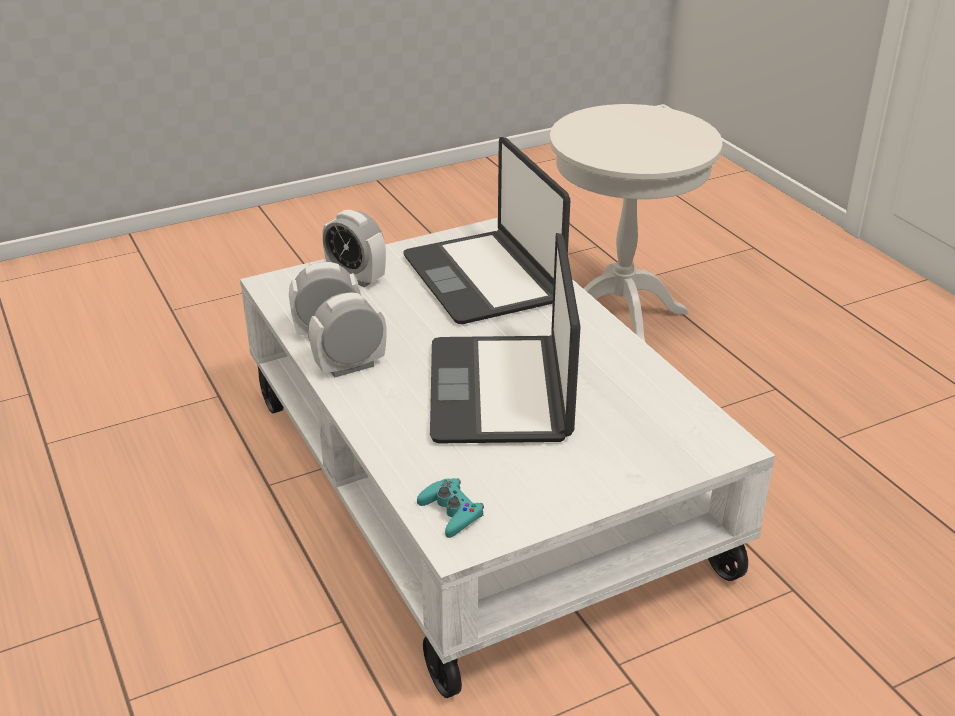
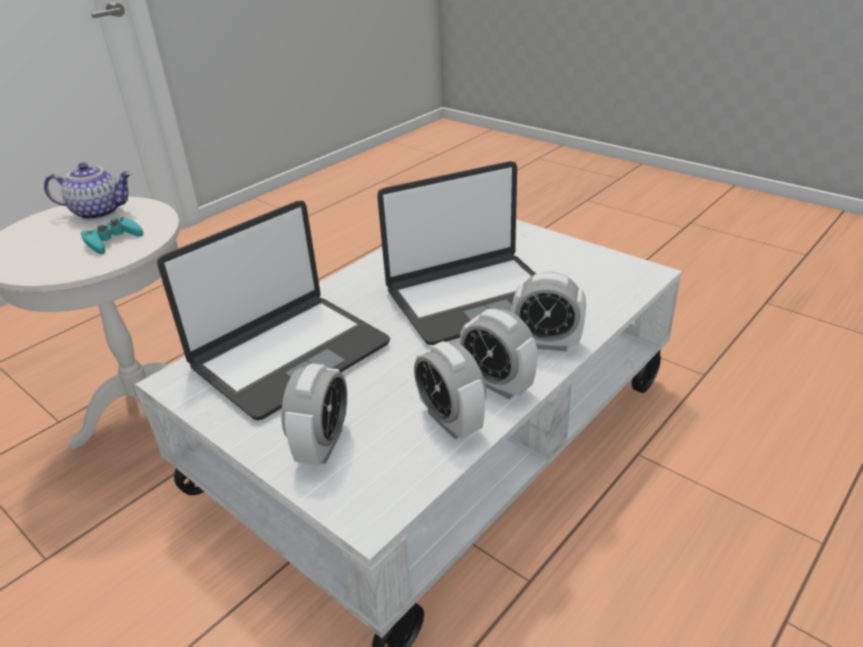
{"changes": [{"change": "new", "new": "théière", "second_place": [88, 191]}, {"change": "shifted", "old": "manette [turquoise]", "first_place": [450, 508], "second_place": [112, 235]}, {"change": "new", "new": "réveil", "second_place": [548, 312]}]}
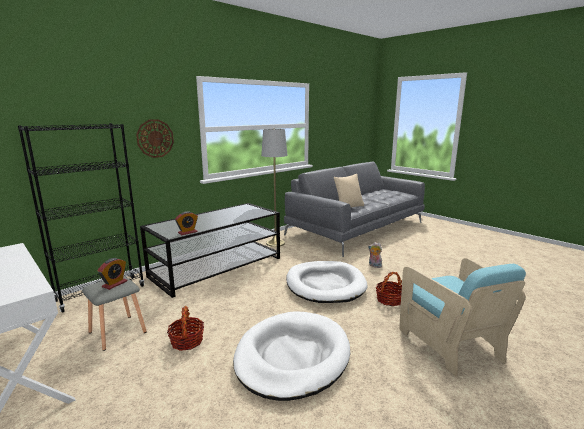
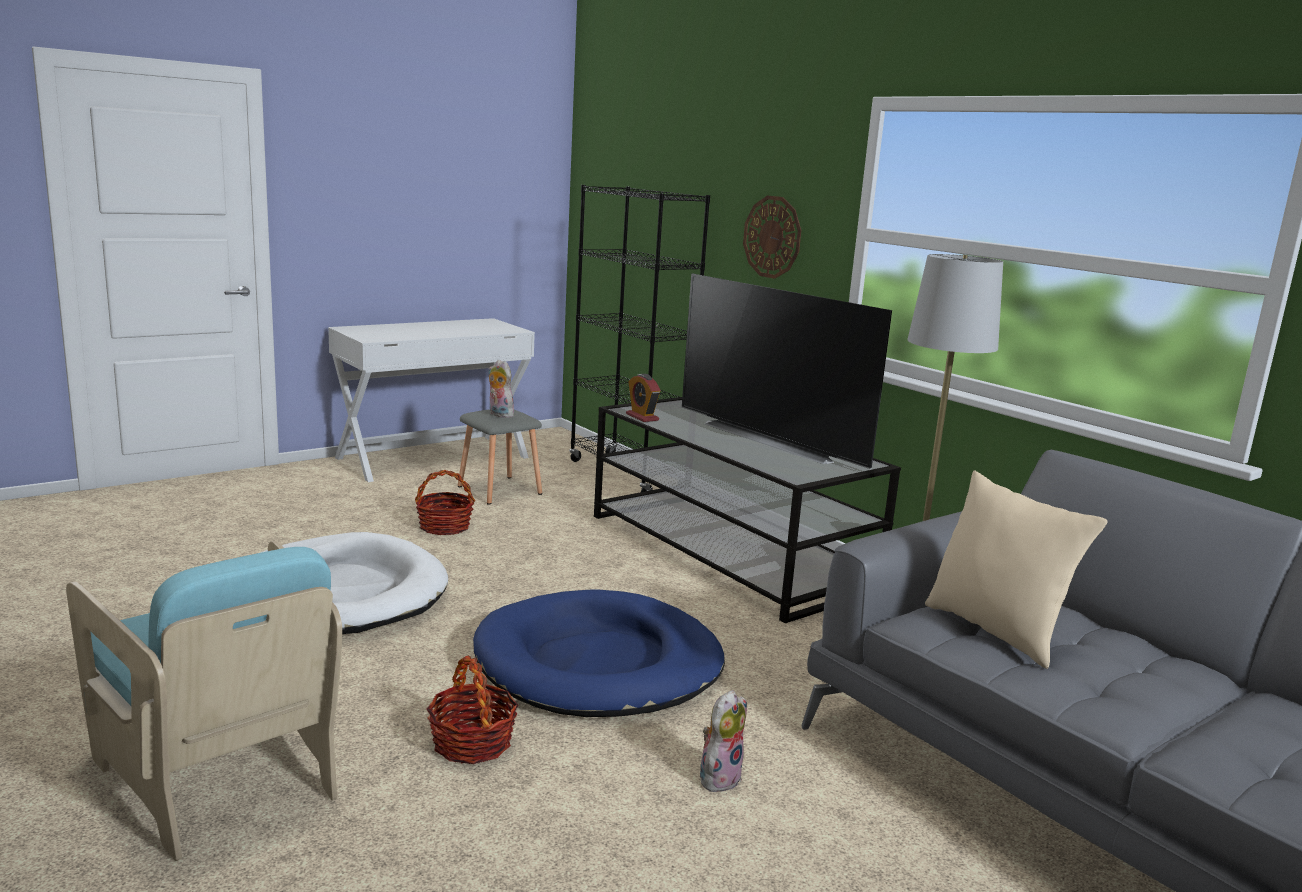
{"changes": [{"change": "rotated", "old": "fauteuil [turquoise]", "first_place": [462, 317], "second_place": [204, 701], "degrees": -120}, {"change": "repainted", "old": "panier pour chien [blanc]", "new": "panier pour chien [bleu]", "first_place": [327, 282], "second_place": [599, 653]}, {"change": "swapped", "old": "réveil", "new": "peluche", "first_place": [112, 274], "second_place": [501, 389]}, {"change": "new", "new": "téléviseur", "second_place": [787, 371]}]}
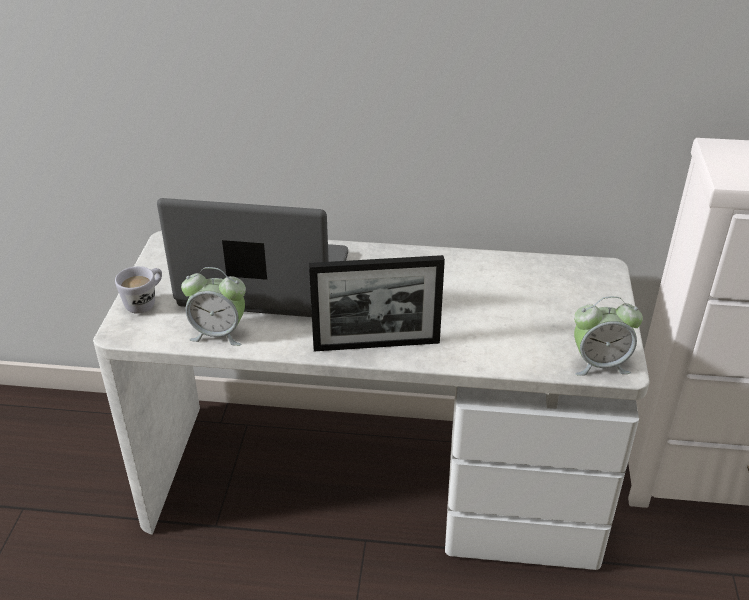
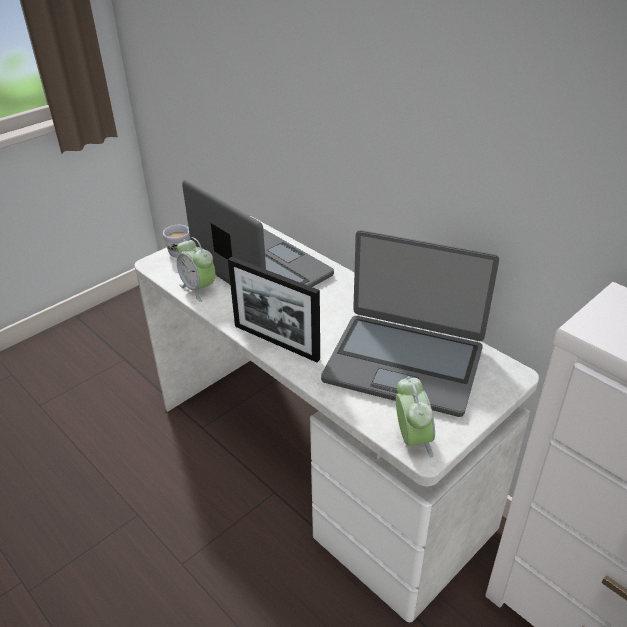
{"changes": [{"change": "new", "new": "ordinateur portable", "second_place": [410, 323]}, {"change": "rotated", "old": "réveil", "first_place": [608, 336], "second_place": [415, 417], "degrees": -135}]}
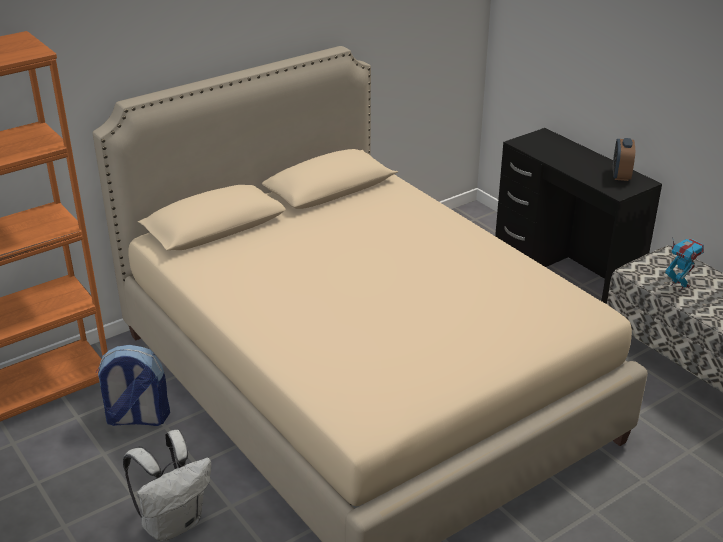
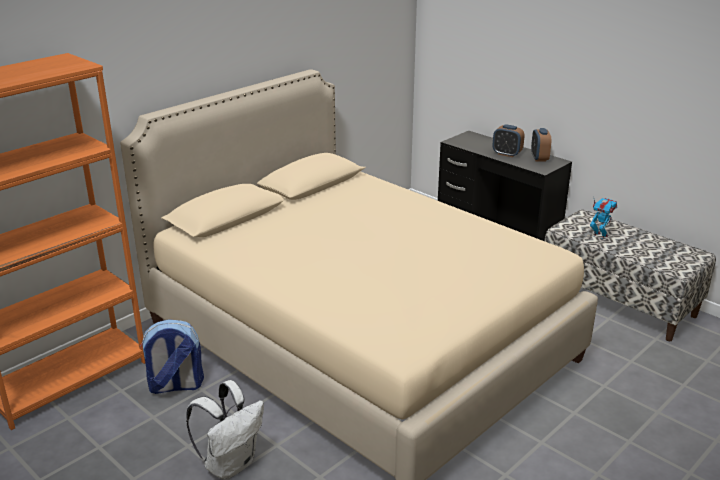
{"changes": [{"change": "new", "new": "réveil", "second_place": [509, 140]}]}
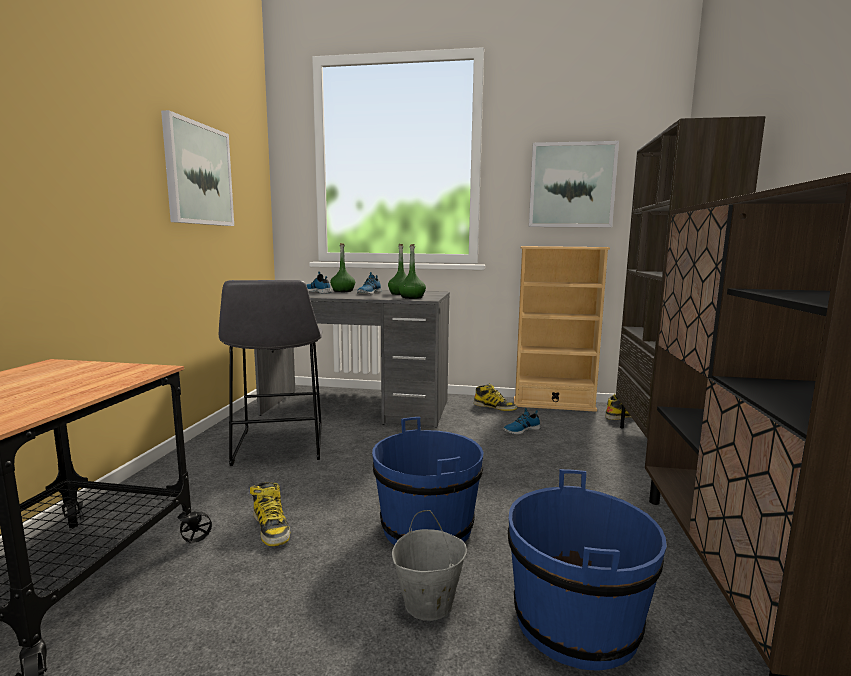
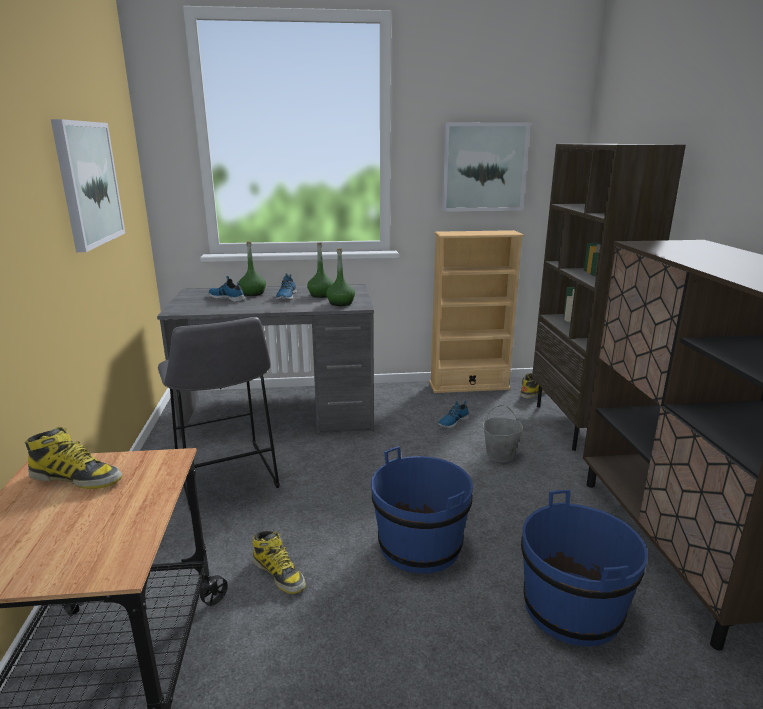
{"changes": [{"change": "shifted", "old": "botte", "first_place": [495, 397], "second_place": [73, 458]}, {"change": "shifted", "old": "seau [gris]", "first_place": [429, 565], "second_place": [503, 433]}]}
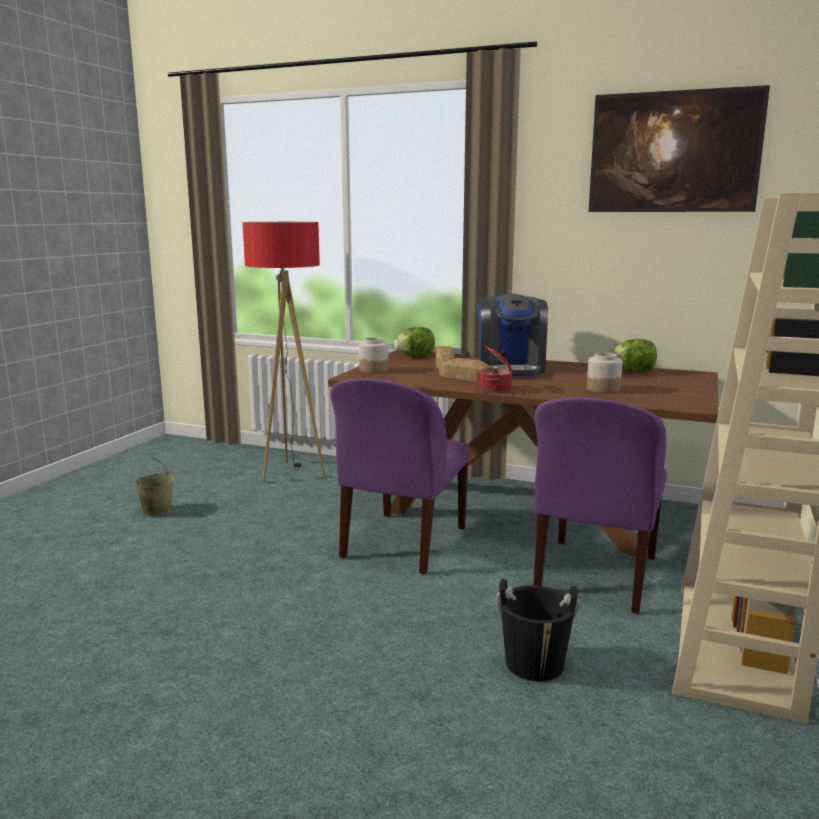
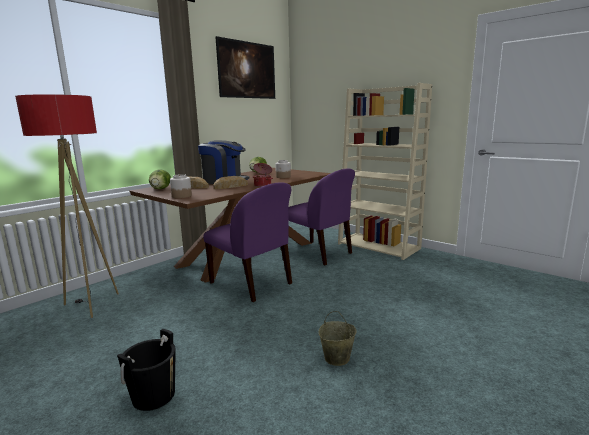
{"changes": [{"change": "shifted", "old": "seau [noir]", "first_place": [538, 630], "second_place": [146, 370]}, {"change": "shifted", "old": "seau [beige]", "first_place": [154, 487], "second_place": [338, 338]}]}
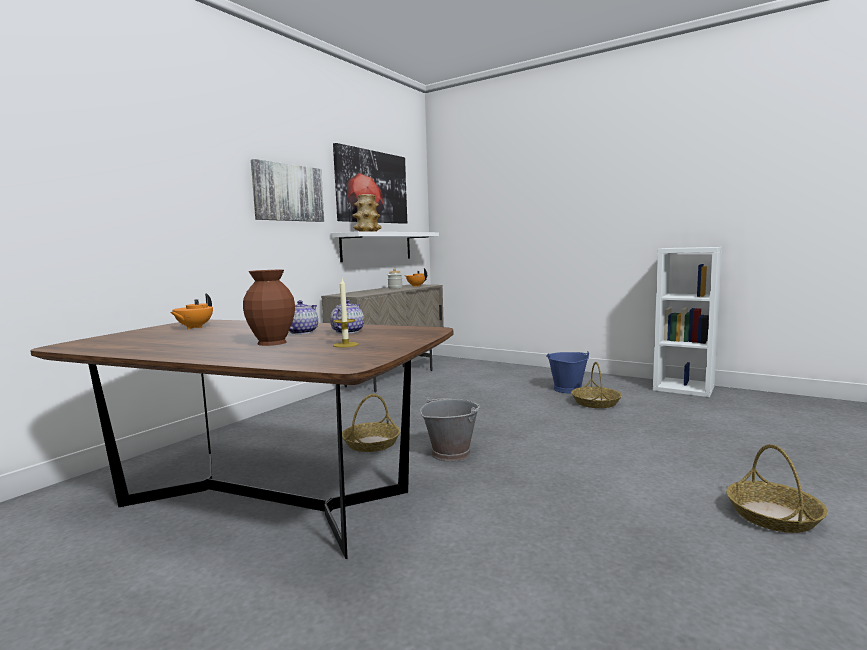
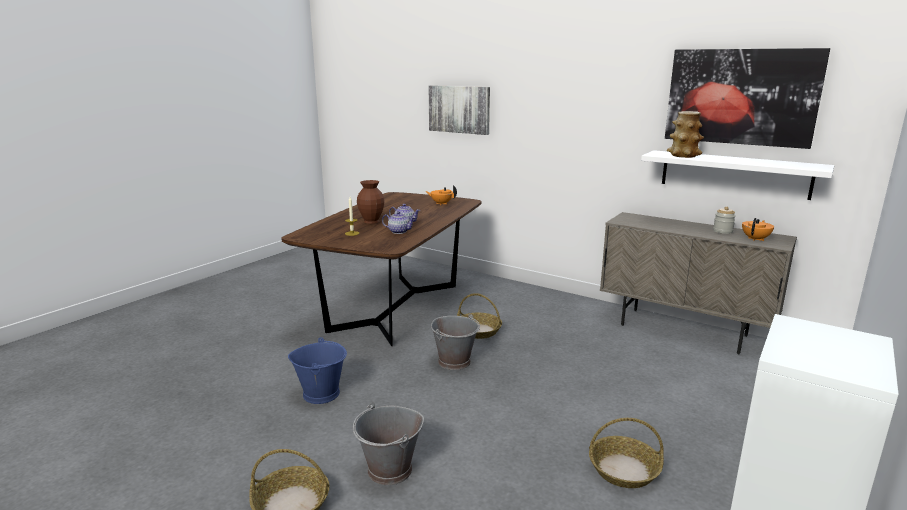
{"changes": [{"change": "shifted", "old": "seau [bleu]", "first_place": [567, 372], "second_place": [317, 370]}, {"change": "new", "new": "seau [gris]", "second_place": [388, 443]}, {"change": "shifted", "old": "tableau", "first_place": [287, 190], "second_place": [459, 110]}]}
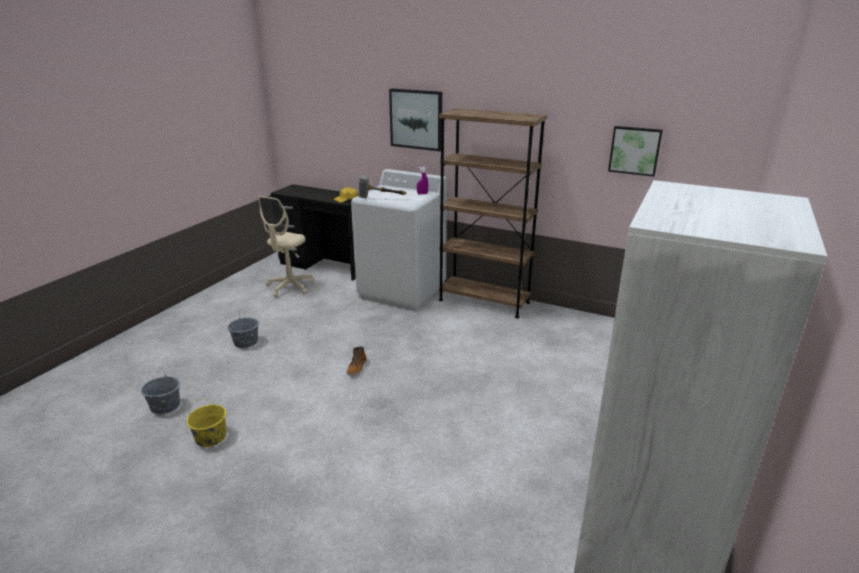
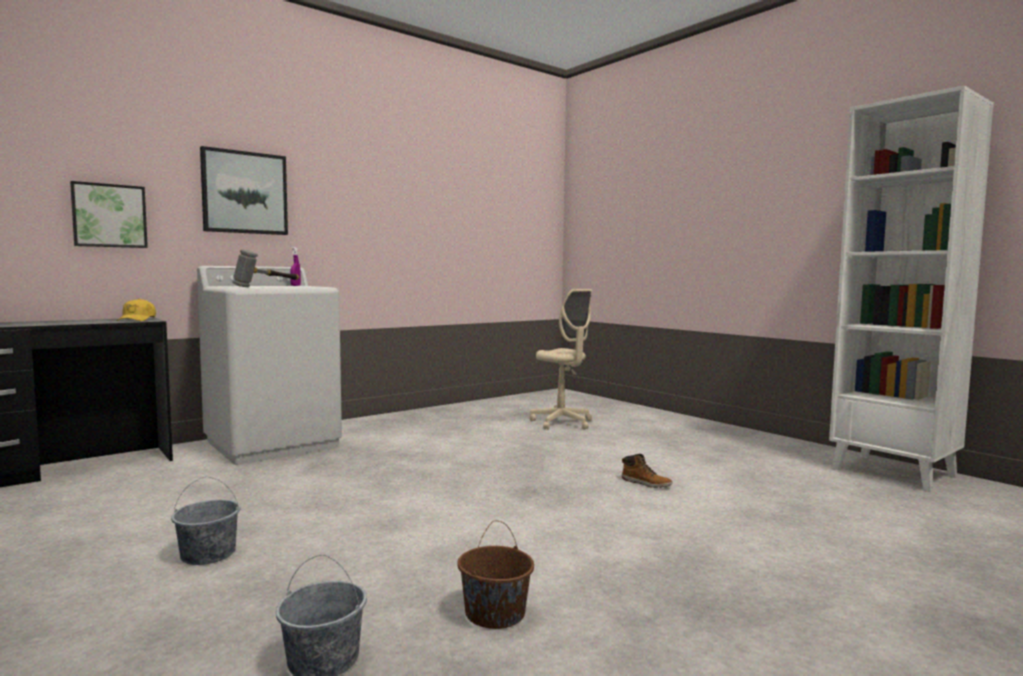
{"changes": [{"change": "shifted", "old": "tableau", "first_place": [635, 151], "second_place": [109, 214]}, {"change": "repainted", "old": "seau [jaune]", "new": "seau [marron]", "first_place": [206, 422], "second_place": [495, 574]}, {"change": "shifted", "old": "chaise de bureau [beige]", "first_place": [286, 246], "second_place": [560, 359]}, {"change": "shifted", "old": "botte", "first_place": [357, 360], "second_place": [647, 471]}, {"change": "gone", "old": "bibliothèque [marron]", "first_place": [493, 213]}]}
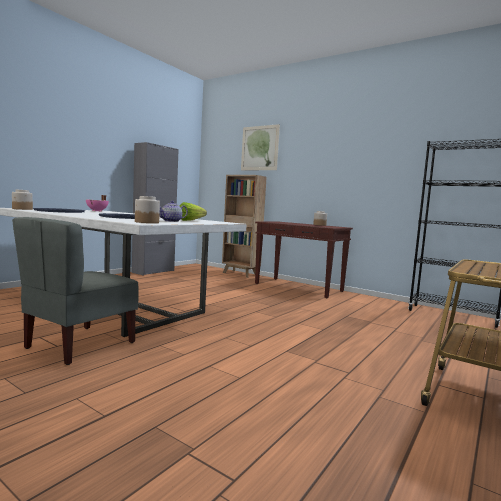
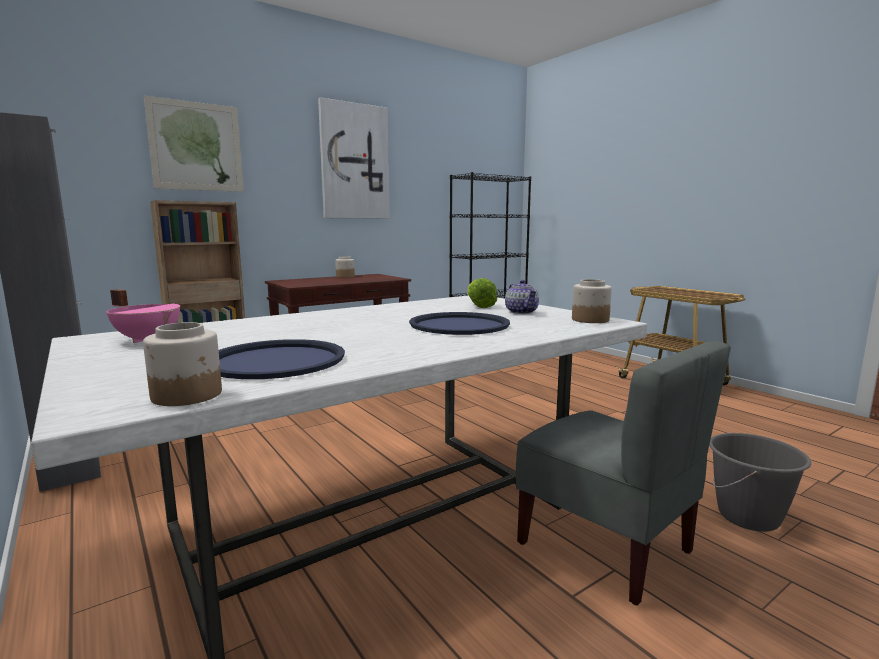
{"changes": [{"change": "new", "new": "tableau", "second_place": [354, 158]}, {"change": "new", "new": "seau [gris]", "second_place": [760, 482]}]}
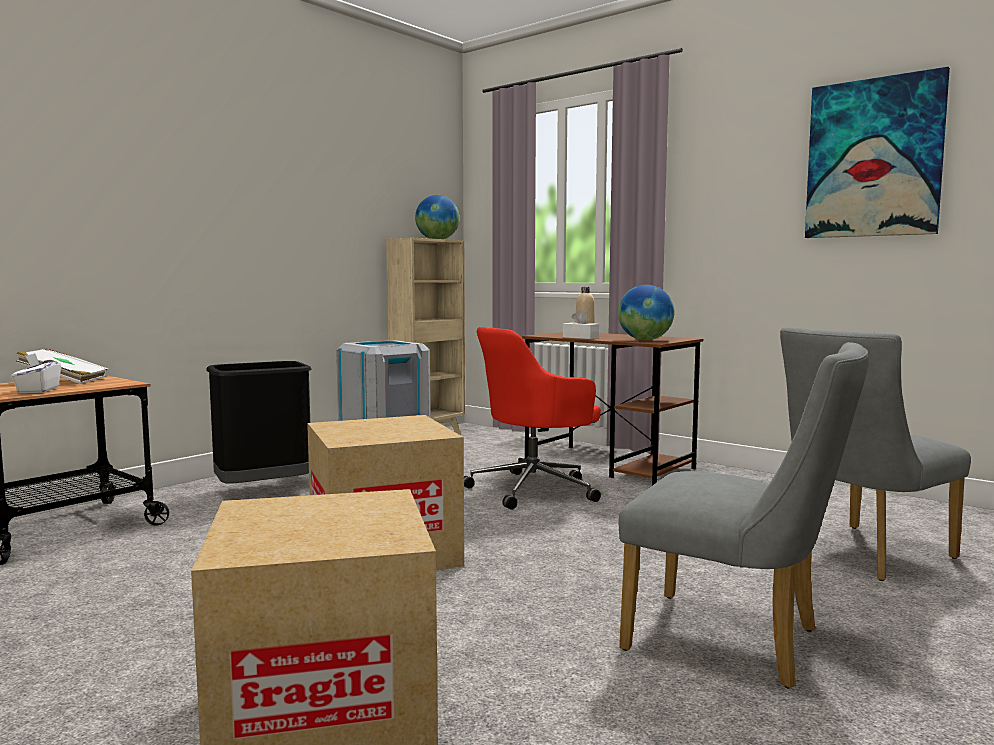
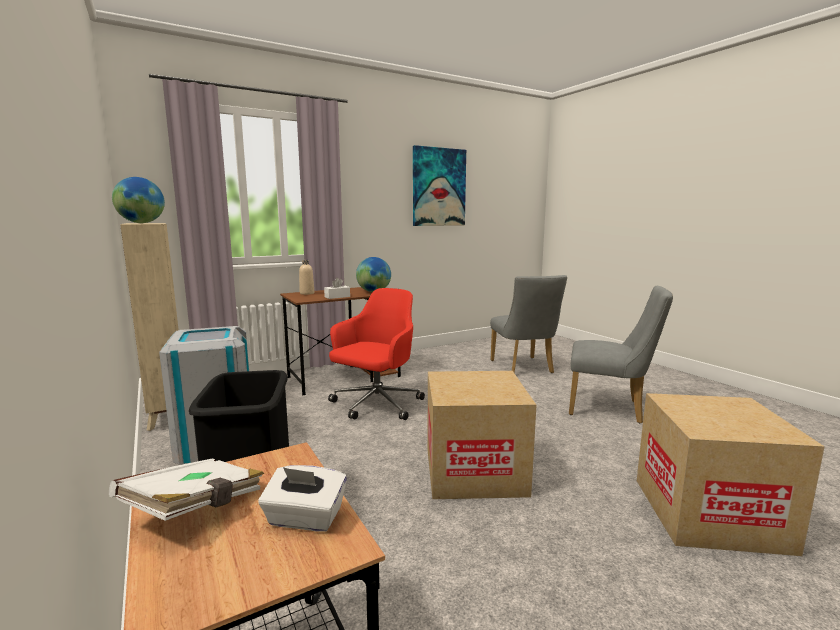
{"changes": [{"change": "rotated", "old": "chaise de bureau [rouge]", "first_place": [532, 418], "second_place": [376, 354], "degrees": -135}, {"change": "rotated", "old": "chaise [gris]", "first_place": [744, 515], "second_place": [621, 355], "degrees": 60}]}
